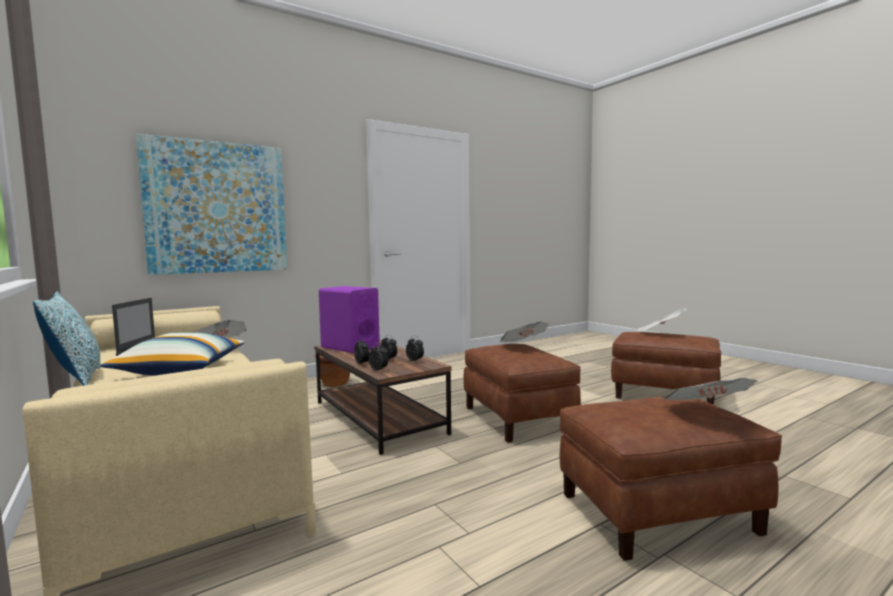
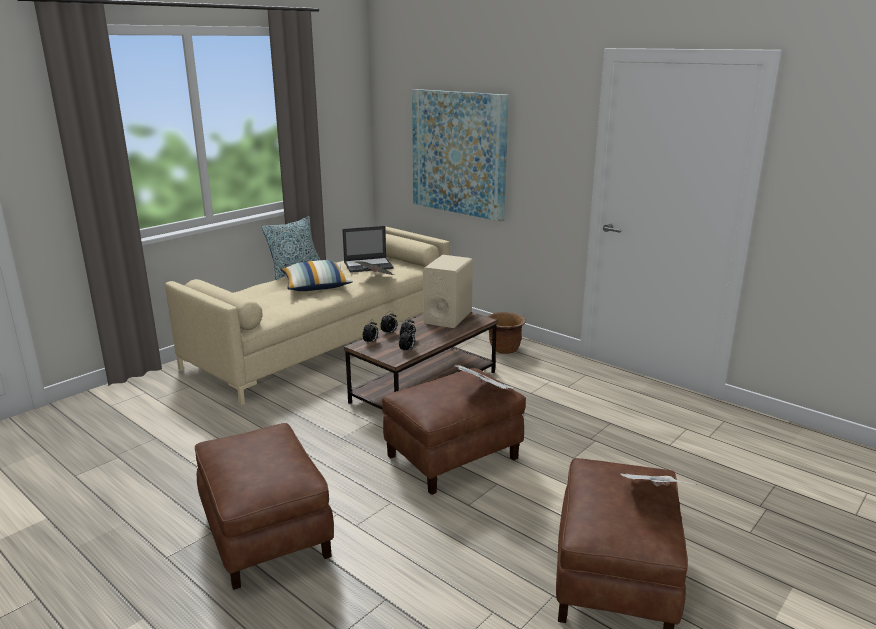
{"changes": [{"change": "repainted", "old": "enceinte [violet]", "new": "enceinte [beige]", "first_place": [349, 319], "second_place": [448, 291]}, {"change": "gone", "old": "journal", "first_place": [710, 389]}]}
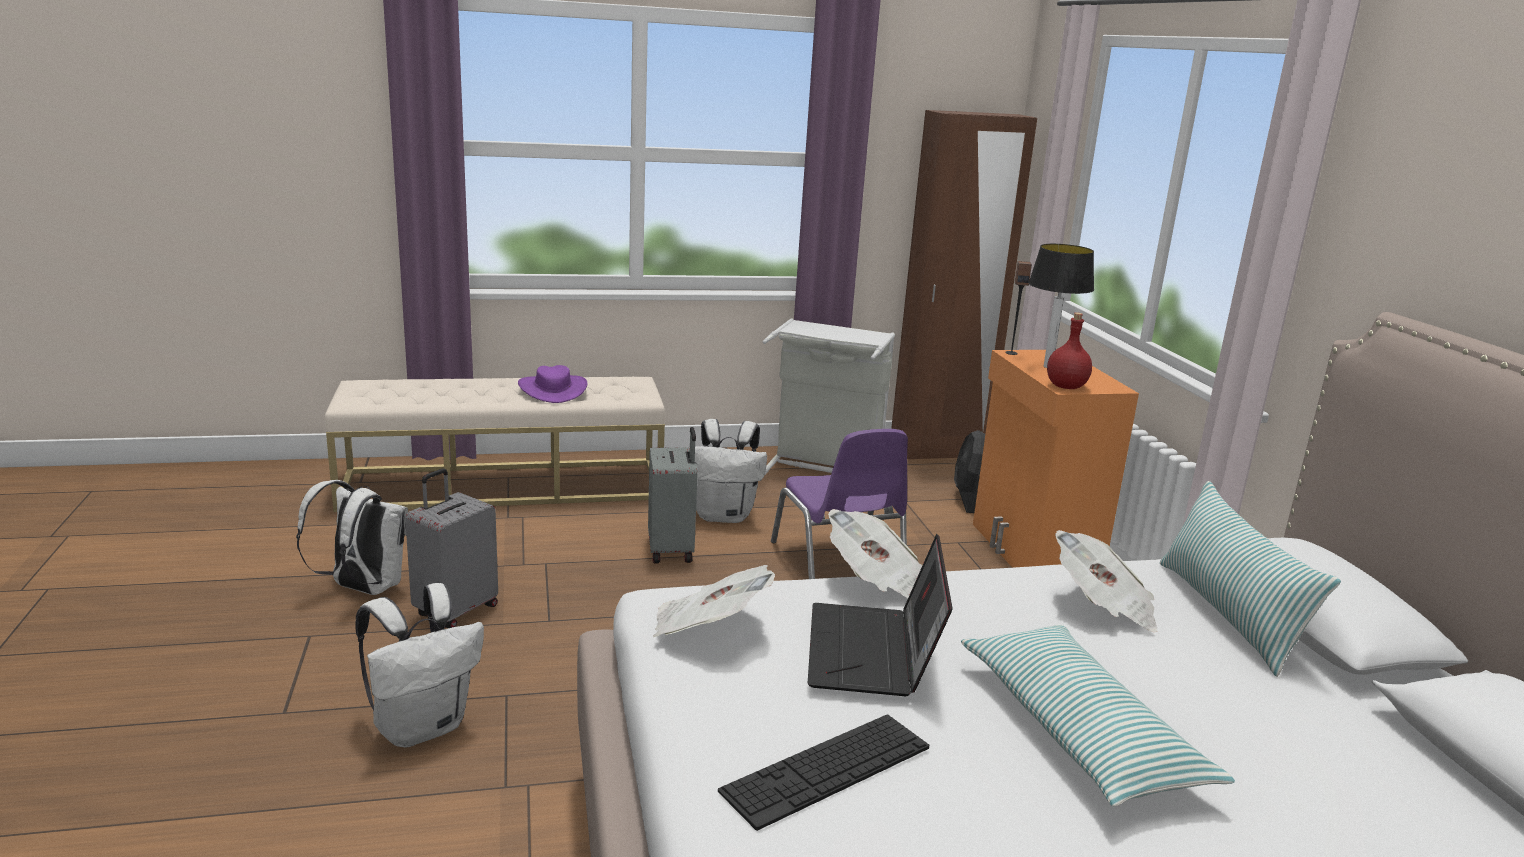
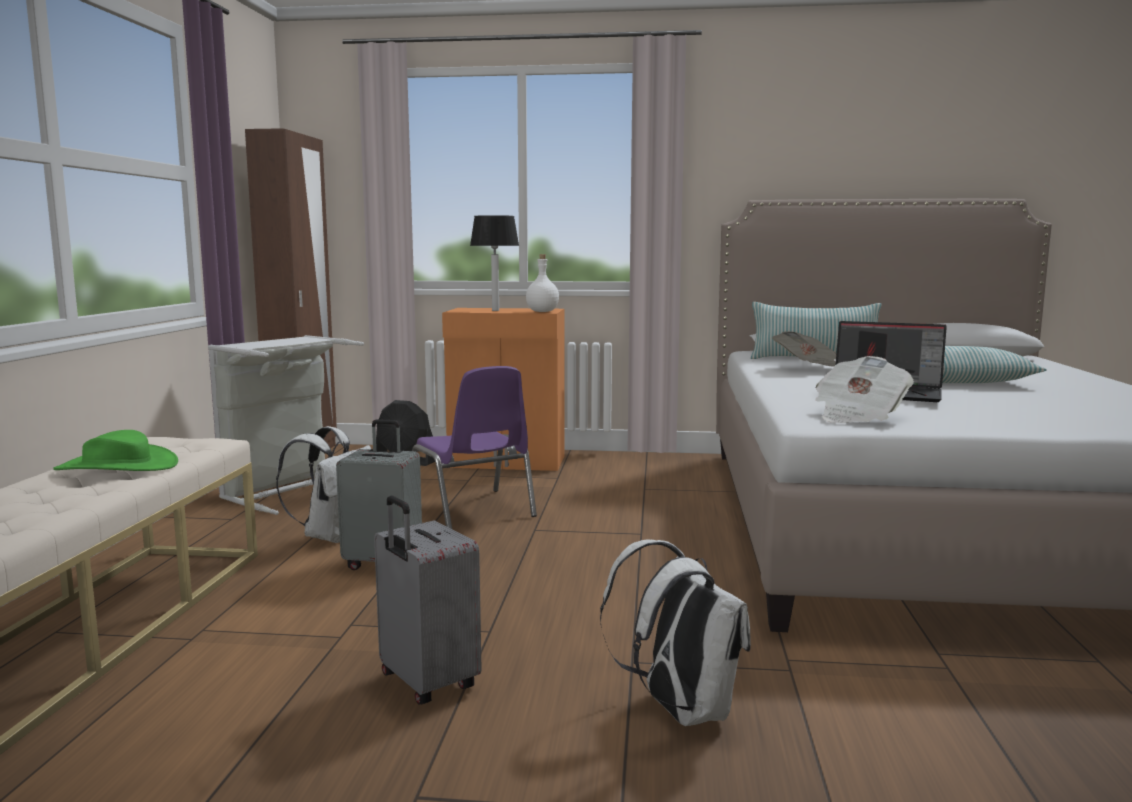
{"changes": [{"change": "repainted", "old": "chapeau [violet]", "new": "chapeau [vert]", "first_place": [553, 384], "second_place": [115, 450]}, {"change": "rotated", "old": "chaise [violet]", "first_place": [839, 504], "second_place": [474, 447], "degrees": 60}, {"change": "repainted", "old": "bouteille [rouge]", "new": "bouteille [blanc]", "first_place": [1069, 350], "second_place": [542, 283]}, {"change": "gone", "old": "sac à dos [blanc]", "first_place": [352, 537]}, {"change": "gone", "old": "clavier", "first_place": [823, 772]}, {"change": "gone", "old": "journal", "first_place": [875, 553]}, {"change": "gone", "old": "enceinte", "first_place": [1018, 308]}]}
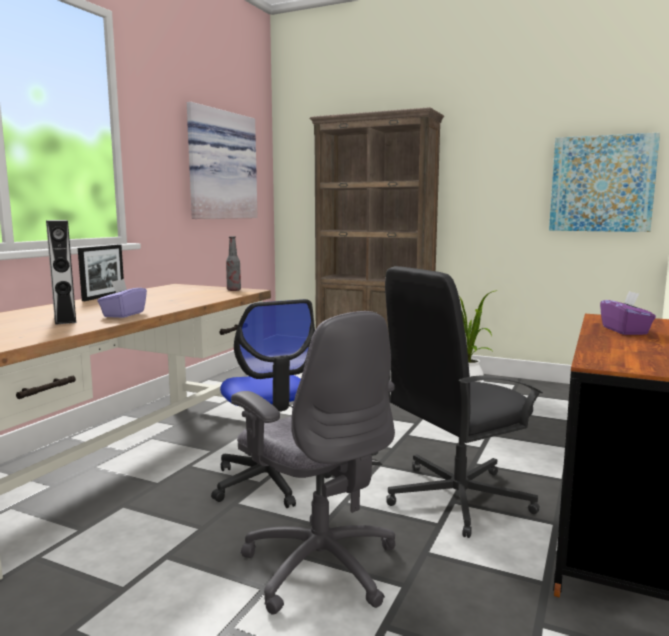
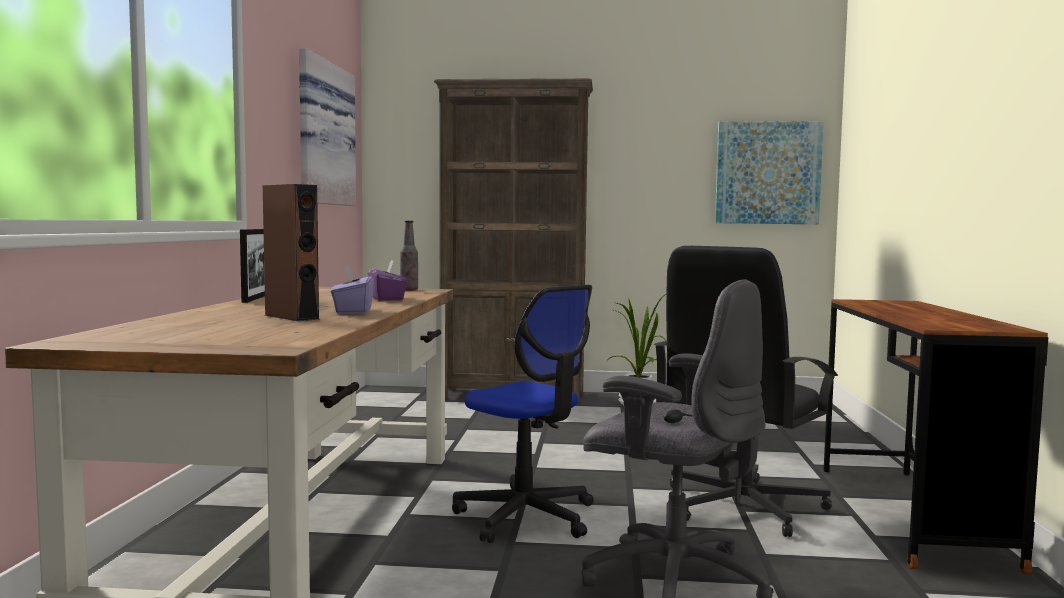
{"changes": [{"change": "repainted", "old": "enceinte [gris]", "new": "enceinte [marron]", "first_place": [61, 272], "second_place": [291, 252]}, {"change": "shifted", "old": "boîte à mouchoirs [violet]", "first_place": [628, 313], "second_place": [388, 280]}]}
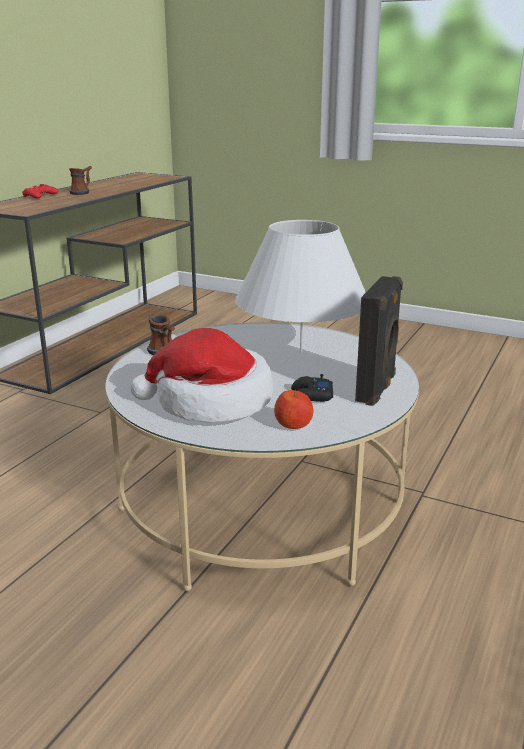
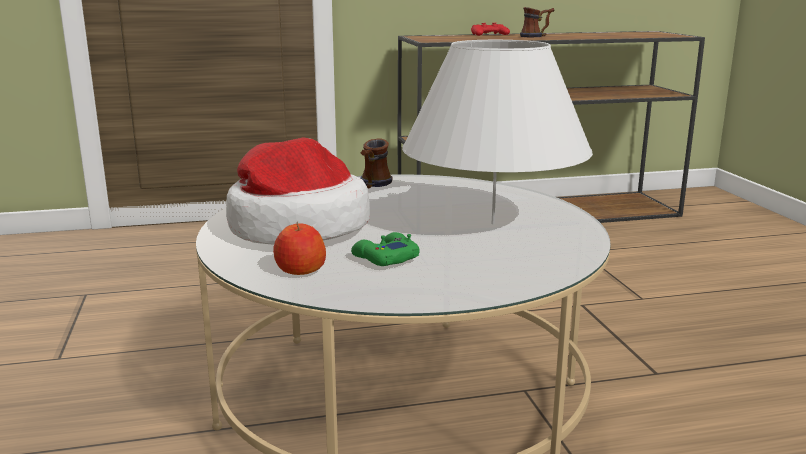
{"changes": [{"change": "repainted", "old": "manette [noir]", "new": "manette [vert]", "first_place": [312, 388], "second_place": [385, 249]}, {"change": "gone", "old": "enceinte [noir]", "first_place": [379, 341]}]}
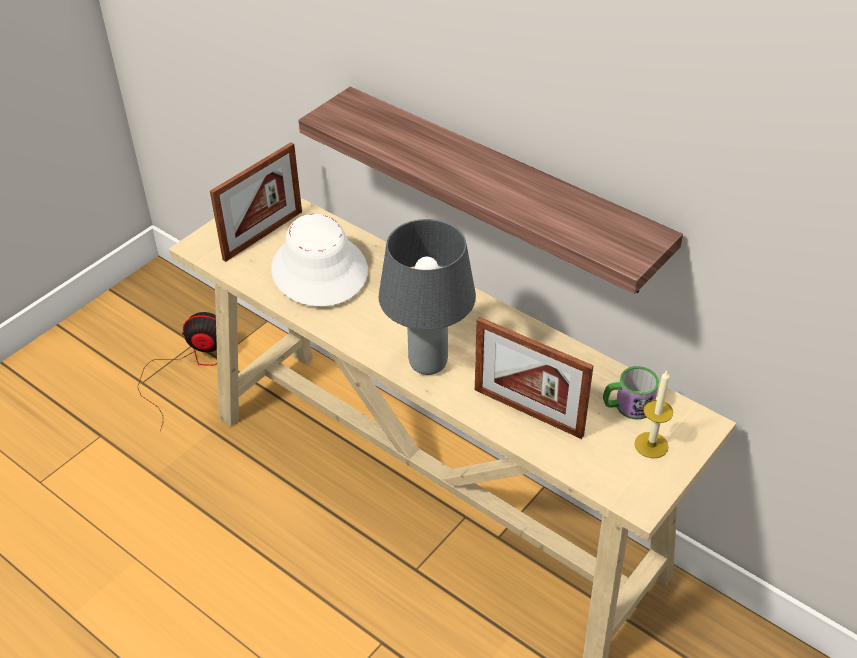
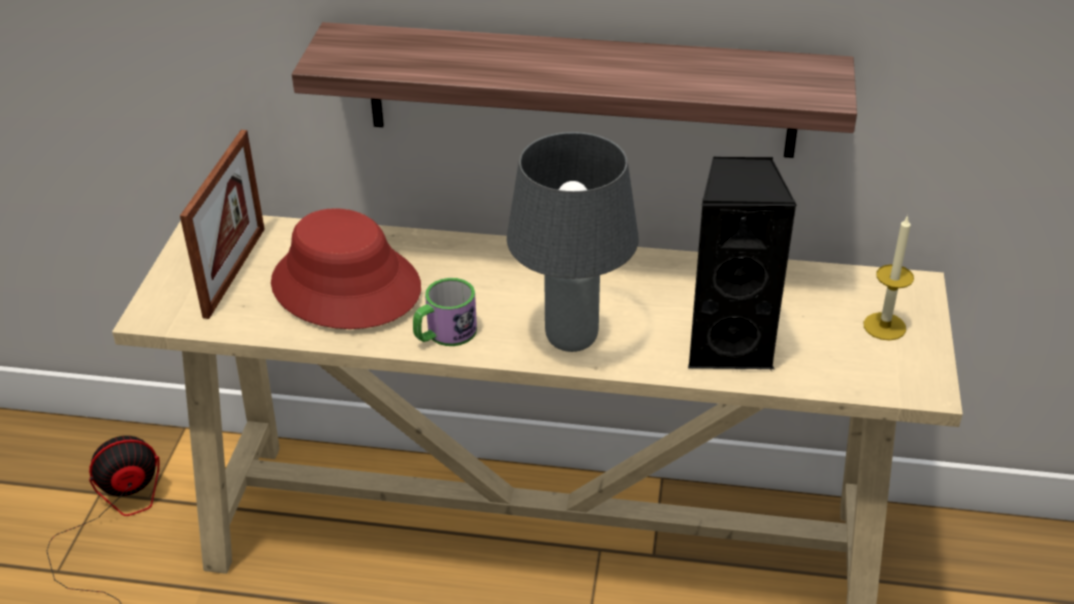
{"changes": [{"change": "repainted", "old": "chapeau [blanc]", "new": "chapeau [rouge]", "first_place": [319, 260], "second_place": [346, 268]}, {"change": "shifted", "old": "mug", "first_place": [631, 393], "second_place": [445, 312]}, {"change": "swapped", "old": "cadre photo", "new": "enceinte [noir]", "first_place": [534, 378], "second_place": [742, 263]}]}
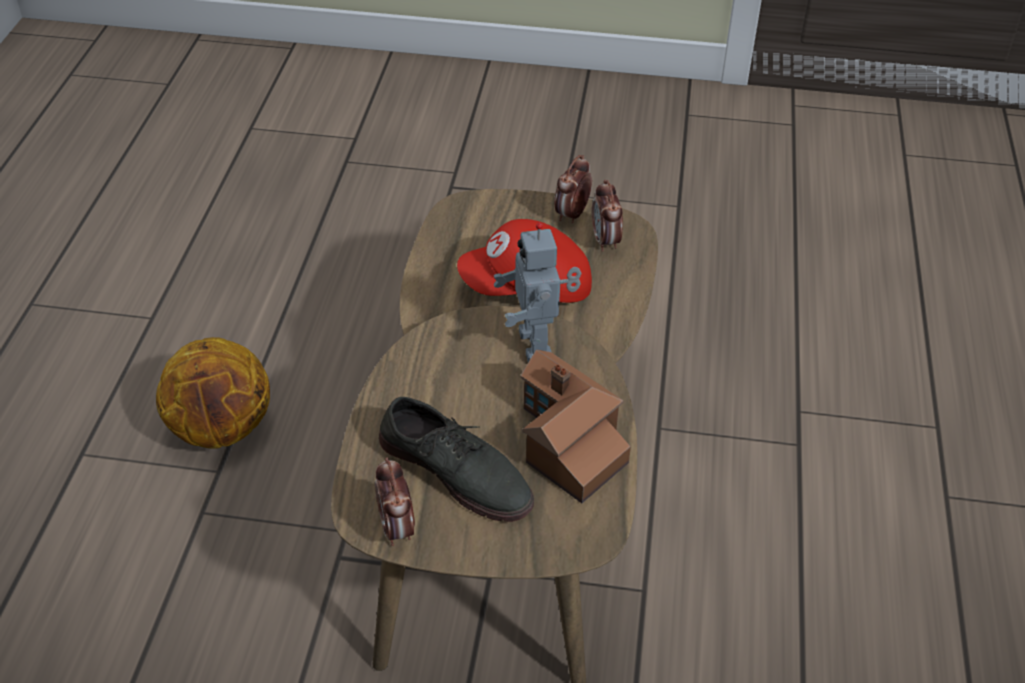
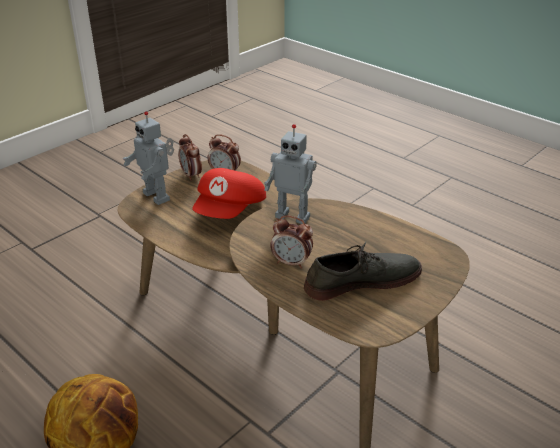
{"changes": [{"change": "new", "new": "robot jouet", "second_place": [148, 158]}, {"change": "shifted", "old": "réveil", "first_place": [395, 501], "second_place": [292, 242]}, {"change": "gone", "old": "maison miniature", "first_place": [575, 426]}]}
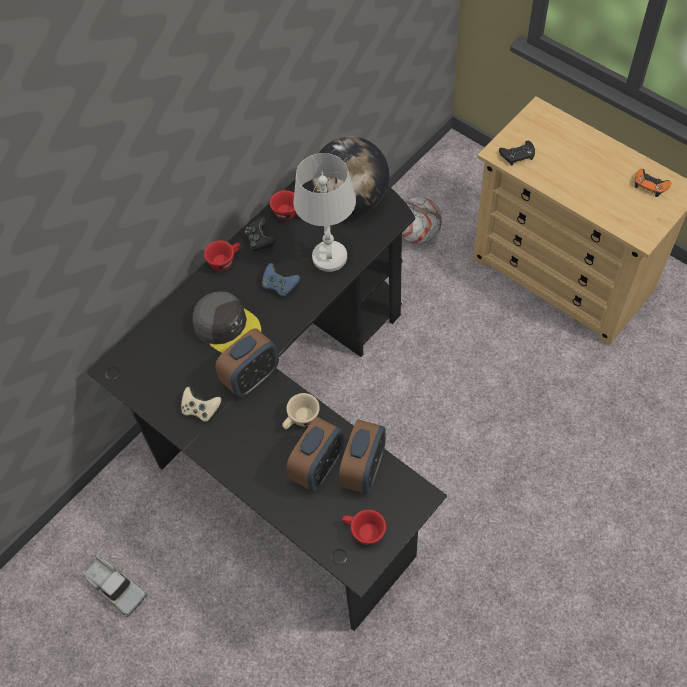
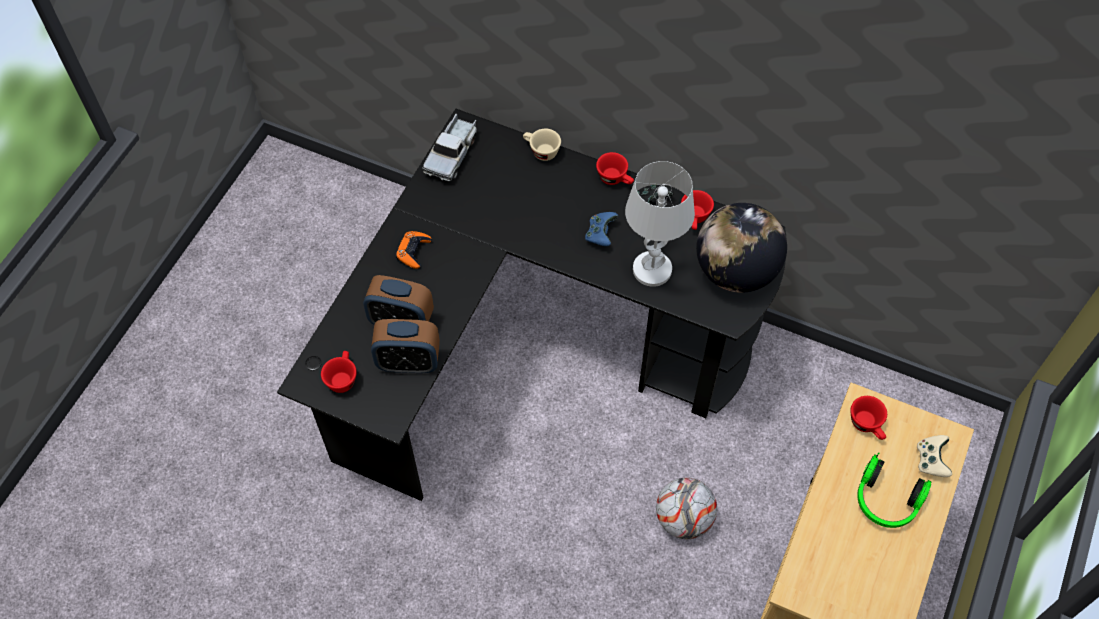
{"changes": [{"change": "shifted", "old": "manette [orange]", "first_place": [653, 183], "second_place": [414, 250]}, {"change": "shifted", "old": "camion jouet", "first_place": [114, 586], "second_place": [449, 147]}, {"change": "shifted", "old": "tasse [beige]", "first_place": [301, 411], "second_place": [542, 145]}, {"change": "shifted", "old": "ballon de foot", "first_place": [422, 220], "second_place": [686, 508]}, {"change": "swapped", "old": "manette [noir]", "new": "tasse [rouge]", "first_place": [517, 153], "second_place": [868, 418]}, {"change": "new", "new": "casque audio", "second_place": [894, 490]}, {"change": "shifted", "old": "manette [beige]", "first_place": [201, 404], "second_place": [934, 456]}, {"change": "gone", "old": "casquette [gris]", "first_place": [226, 322]}, {"change": "gone", "old": "réveil", "first_place": [247, 362]}]}
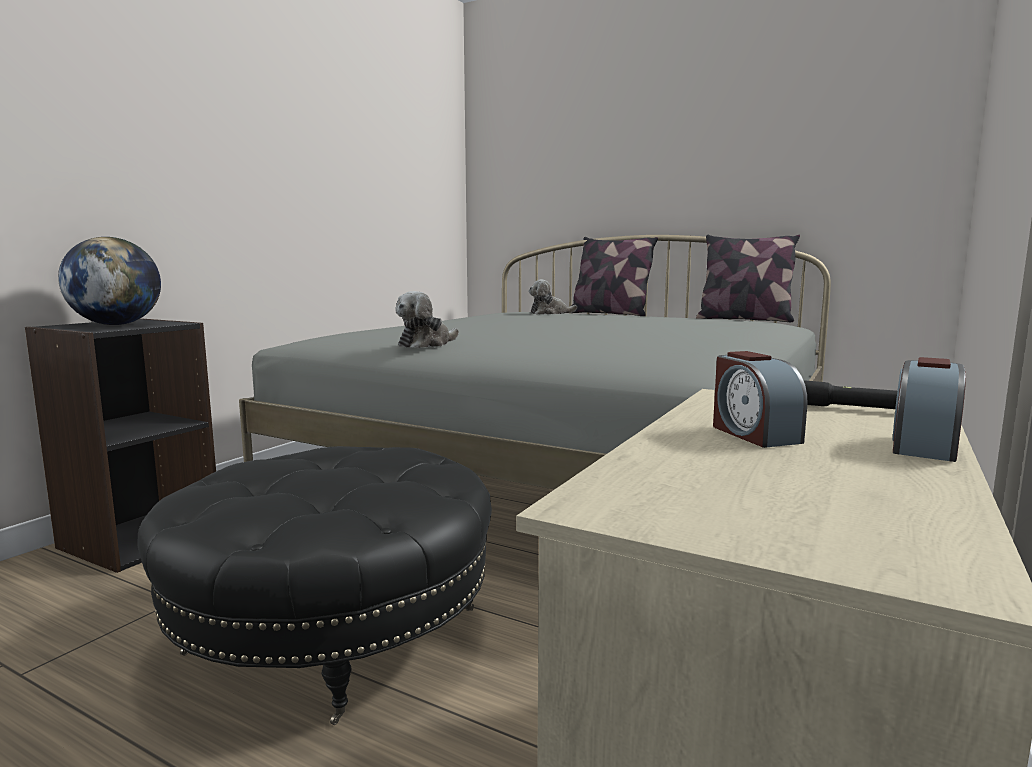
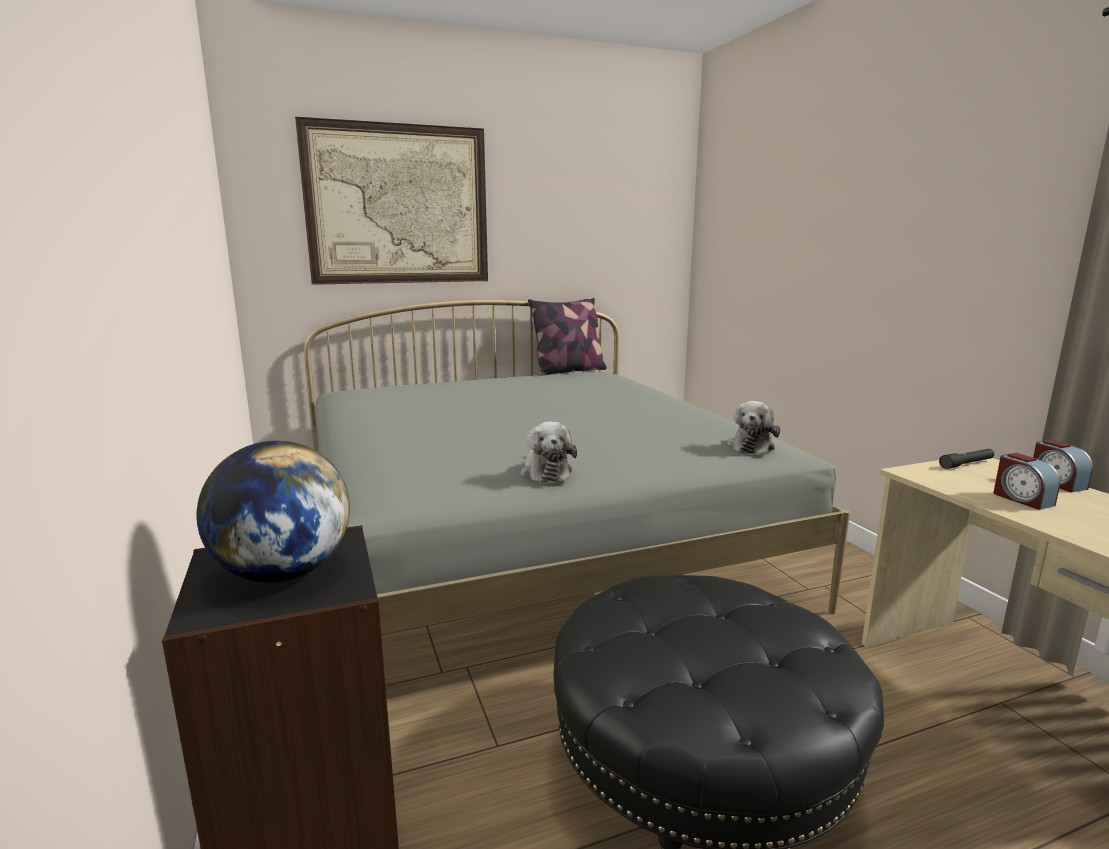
{"changes": [{"change": "new", "new": "tableau", "second_place": [391, 201]}, {"change": "shifted", "old": "peluche", "first_place": [553, 297], "second_place": [753, 428]}, {"change": "rotated", "old": "réveil", "first_place": [760, 399], "second_place": [1027, 481], "degrees": 45}, {"change": "gone", "old": "coussin", "first_place": [614, 276]}]}
